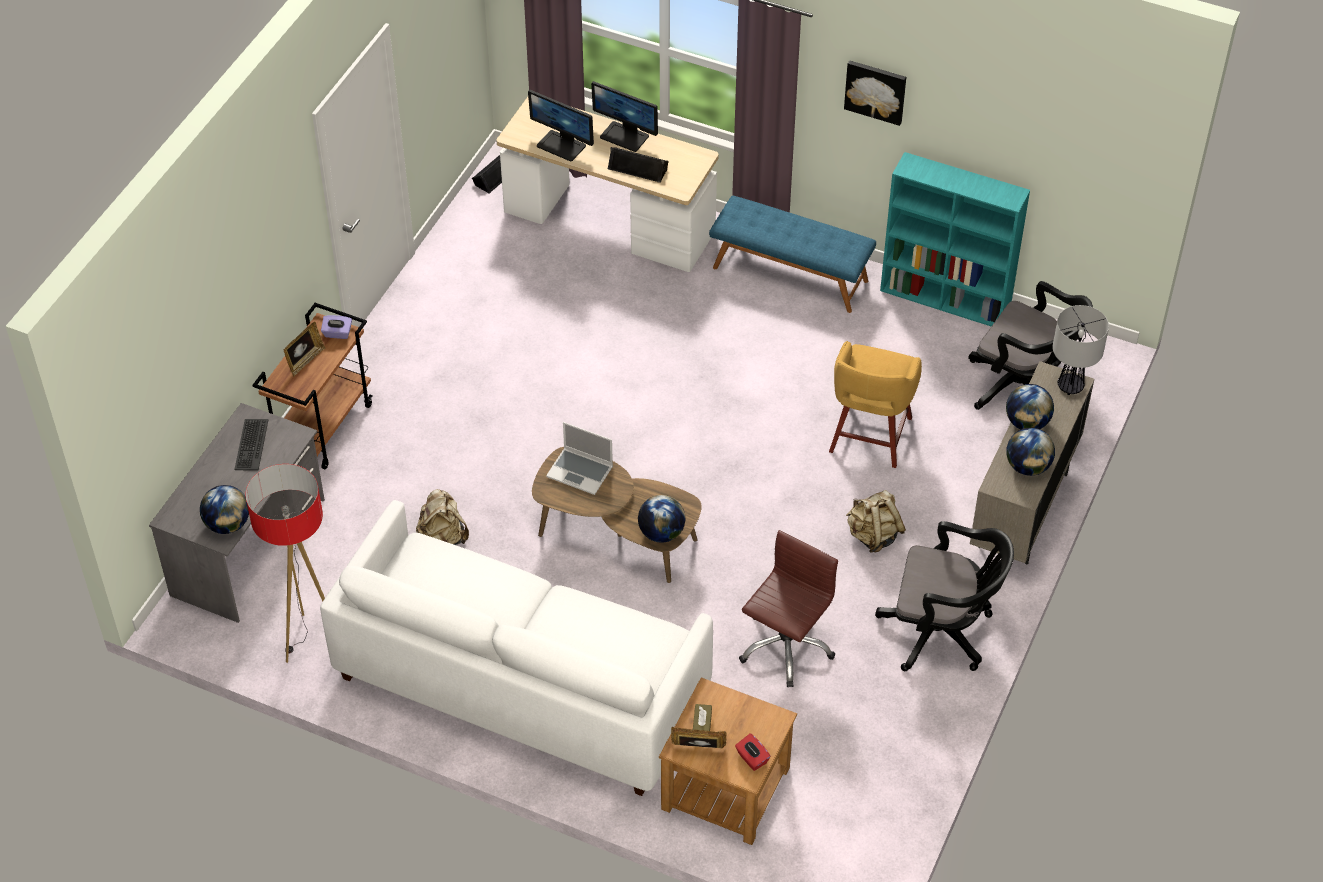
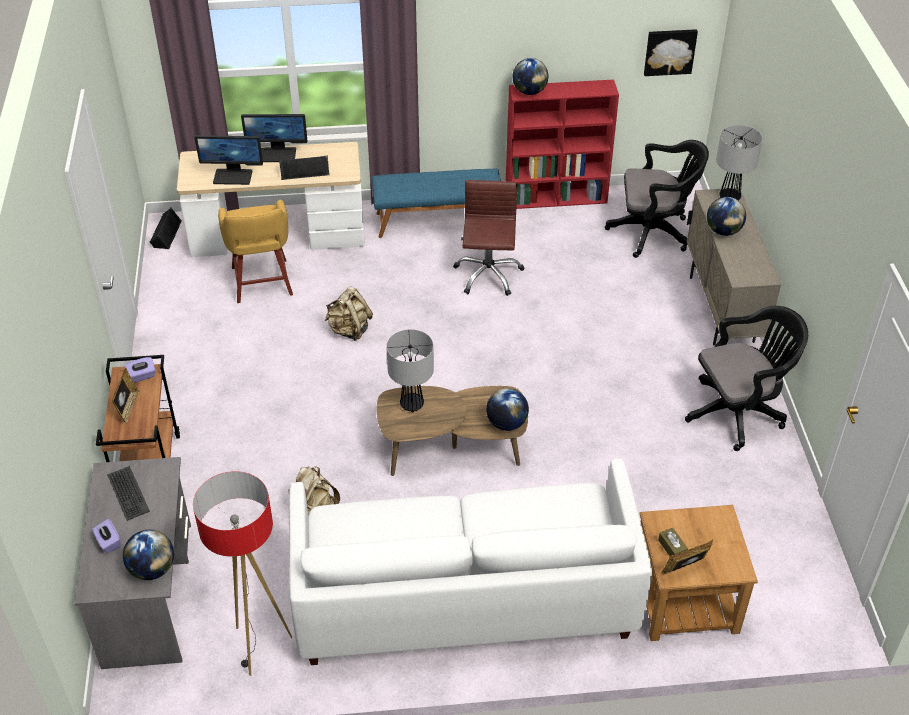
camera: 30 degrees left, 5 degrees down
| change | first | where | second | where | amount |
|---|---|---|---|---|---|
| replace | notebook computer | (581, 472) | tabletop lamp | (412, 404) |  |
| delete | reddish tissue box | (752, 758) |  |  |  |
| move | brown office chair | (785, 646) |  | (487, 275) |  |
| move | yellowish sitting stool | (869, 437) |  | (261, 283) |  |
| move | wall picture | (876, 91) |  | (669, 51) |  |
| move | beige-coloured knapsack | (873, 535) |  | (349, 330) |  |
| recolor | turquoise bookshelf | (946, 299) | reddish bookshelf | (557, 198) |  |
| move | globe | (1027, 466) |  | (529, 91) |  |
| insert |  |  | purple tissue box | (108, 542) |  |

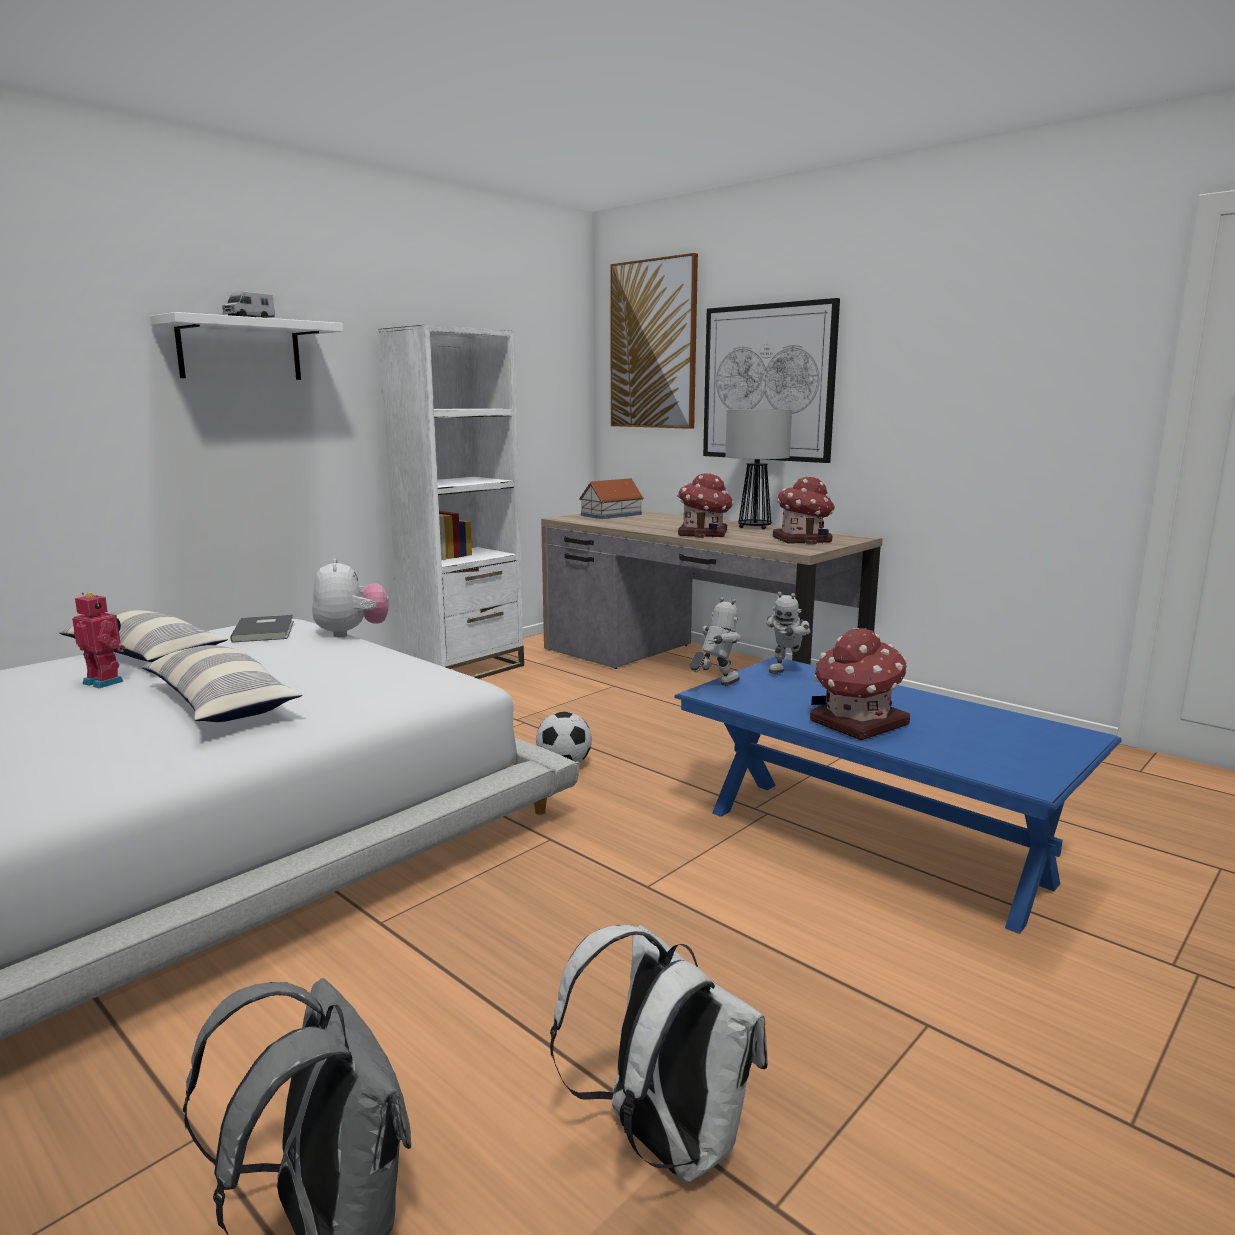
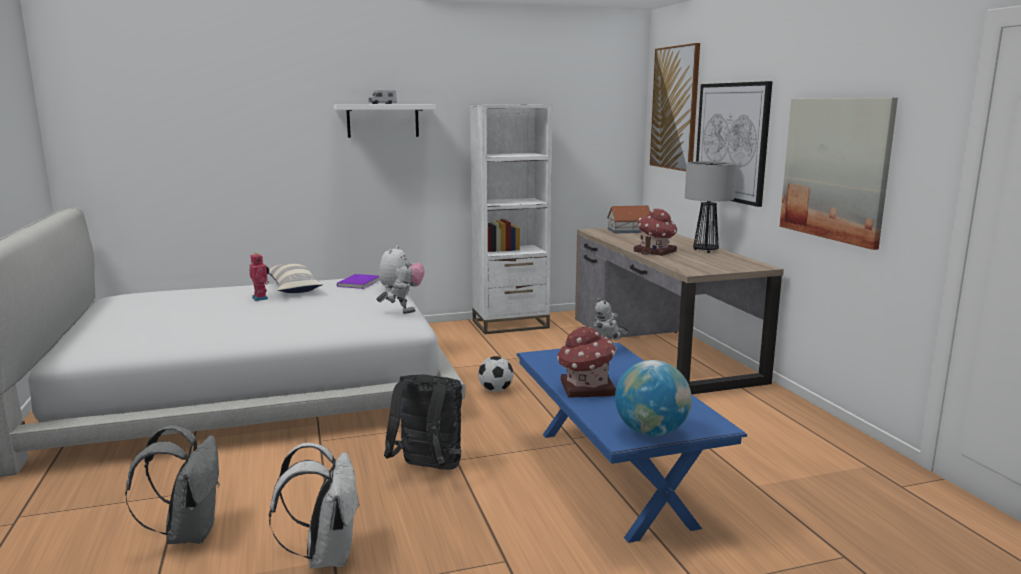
camera: 30 degrees right, 0 degrees up
| change | first | where | second | where | amount |
|---|---|---|---|---|---|
| delete | throw pillow | (219, 703) |  |  |  |
| recolor | greyish bound book | (266, 631) | purple bound book | (360, 283) |  |
| move | model robot | (714, 685) |  | (399, 312) |  |
| delete | toy house | (803, 540) |  |  |  |
| insert |  |  | blackish knapsack | (428, 469) |  |
| insert |  |  | globe | (651, 432) |  |
| insert |  |  | wall picture | (835, 169) |  |

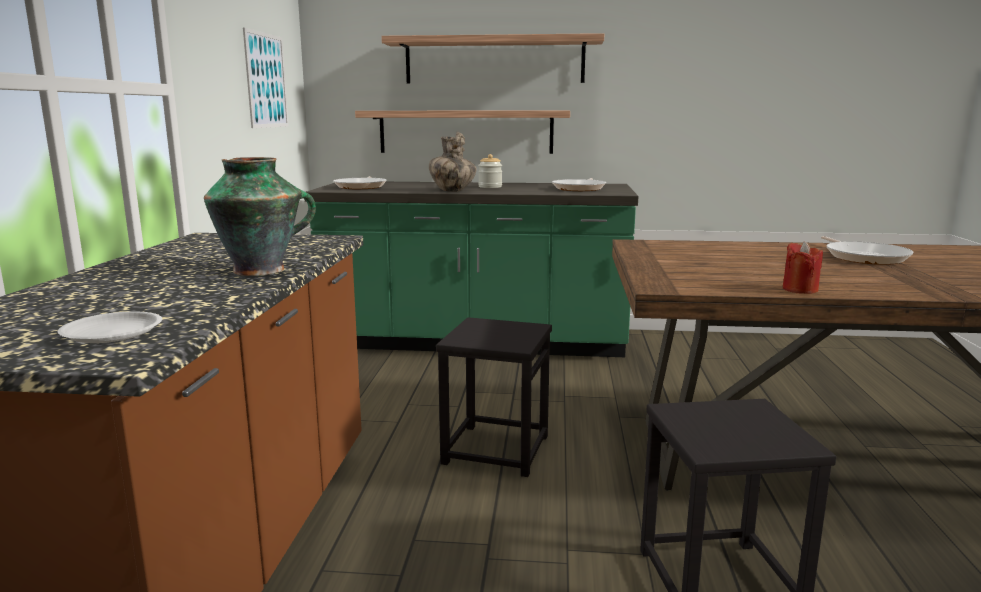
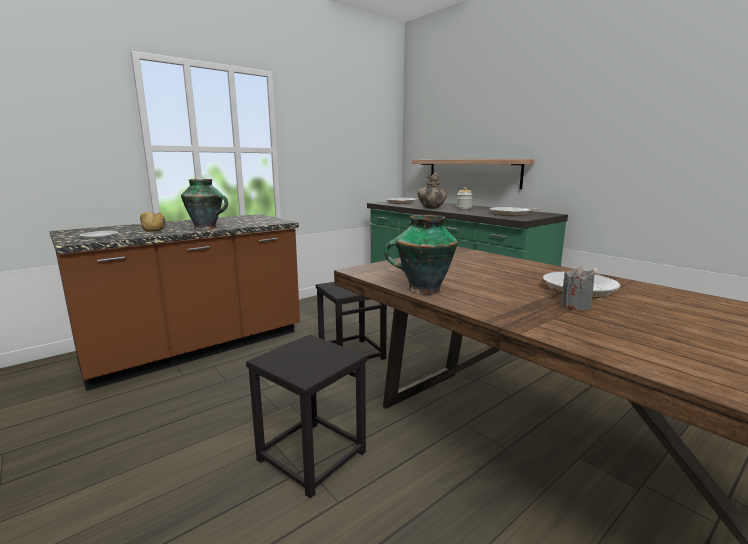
camera: 45 degrees right, 0 degrees up
| change | first | where | second | where | amount |
|---|---|---|---|---|---|
| delete | wall picture | (266, 80) |  |  |  |
| delete | wall shelf | (494, 60) |  |  |  |
| replace | reddish candle | (800, 289) | decorative vase | (422, 290) |  |
| insert |  |  | bakery bread | (152, 228) |  |
| insert |  |  | greyish candle | (575, 306) |  |

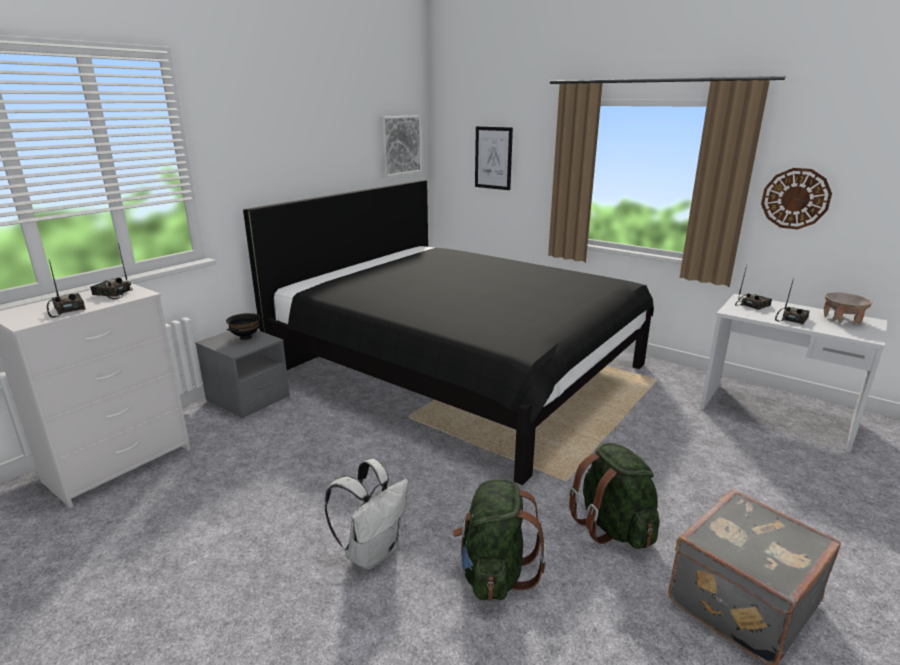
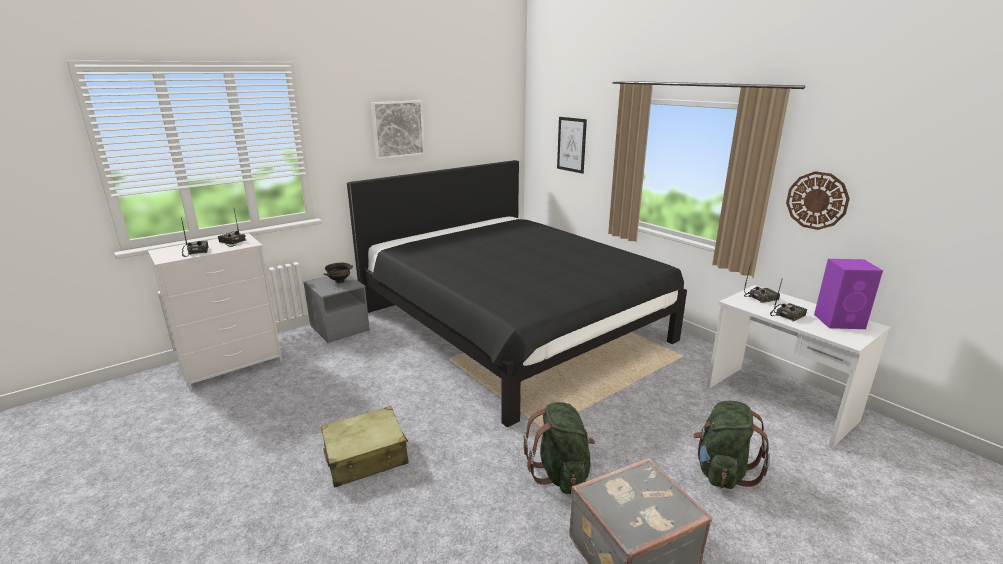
camera: 15 degrees right, 0 degrees up
| change | first | where | second | where | amount |
|---|---|---|---|---|---|
| replace | white-coloured knapsack | (372, 551) | beige-coloured travel case | (366, 457) |  |
| move | wall picture | (400, 145) |  | (398, 129) |  |
| move | green-coloured knapsack | (494, 573) |  | (722, 471) |  |
| replace | beige-coloured serving bowl | (842, 320) | purple audio speaker | (840, 321) |  |

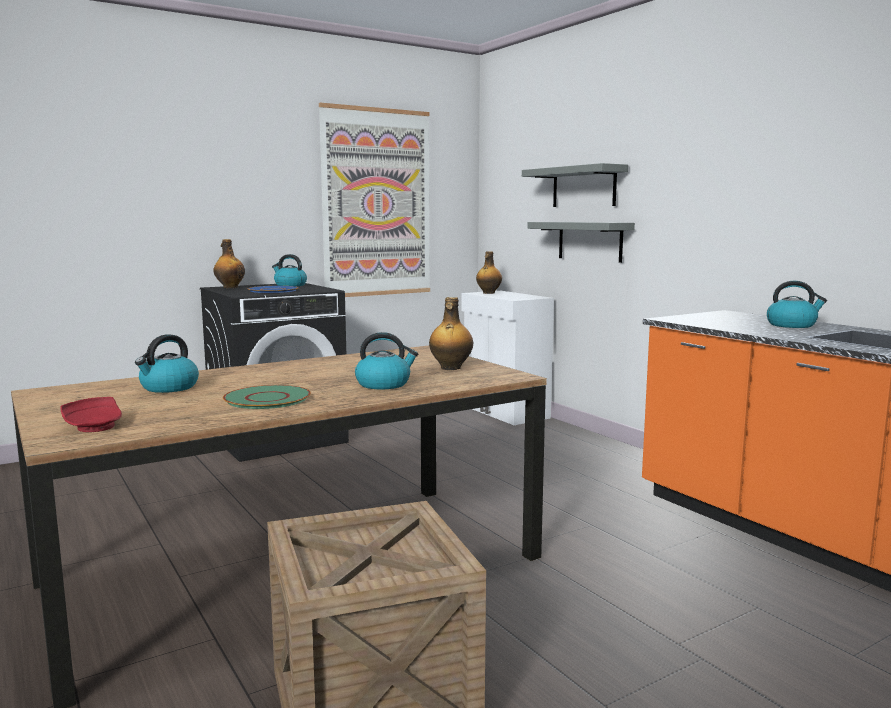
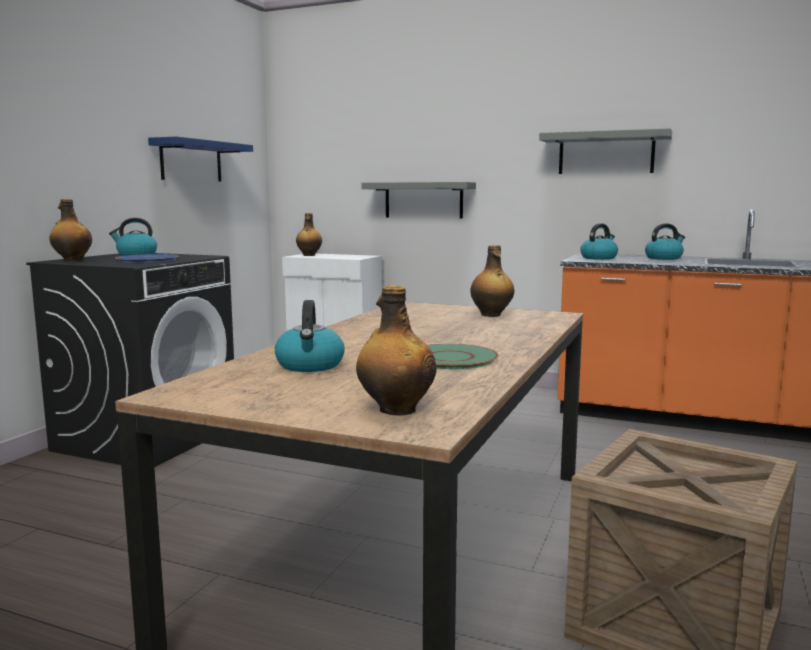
camera: 35 degrees left, 0 degrees up
| change | first | where | second | where | amount |
|---|---|---|---|---|---|
| replace | reddish dinner plate | (95, 426) | bottle | (396, 410) |  |
| replace | wall picture | (377, 203) | bluish wall shelf | (191, 161) |  |
| move | kettle | (384, 384) |  | (599, 258) |  |
| move | greyish wall shelf | (584, 187) |  | (606, 153) |  |

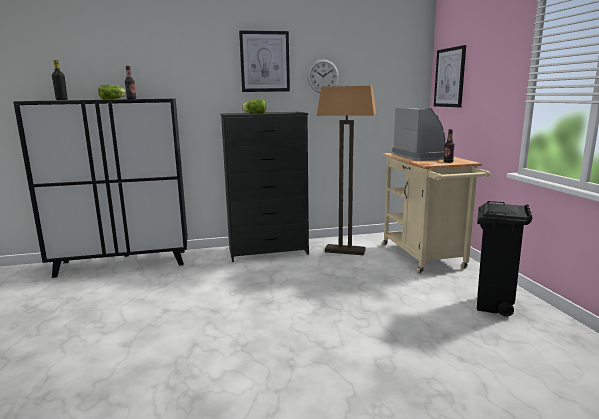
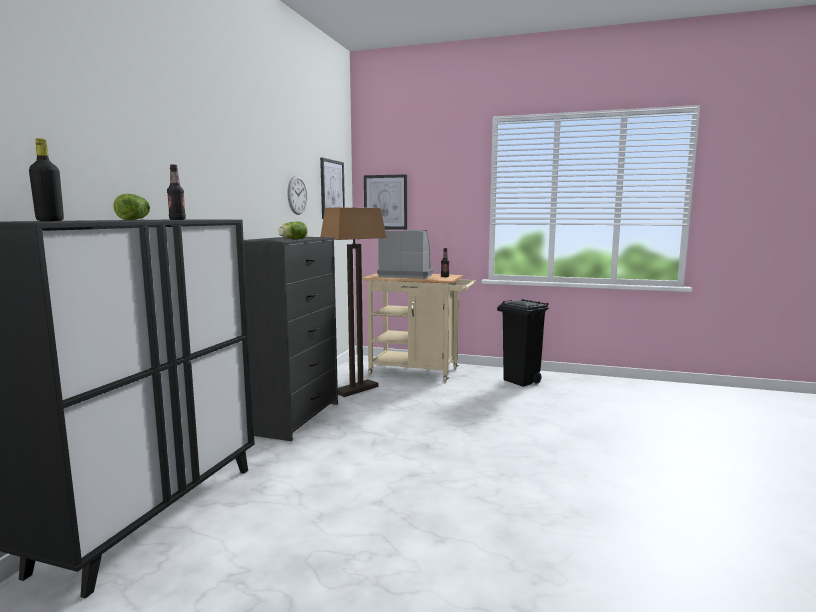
camera: 60 degrees left, 5 degrees down
| change | first | where | second | where | amount |
|---|---|---|---|---|---|
| move | wall picture | (265, 61) |  | (332, 189) |  |

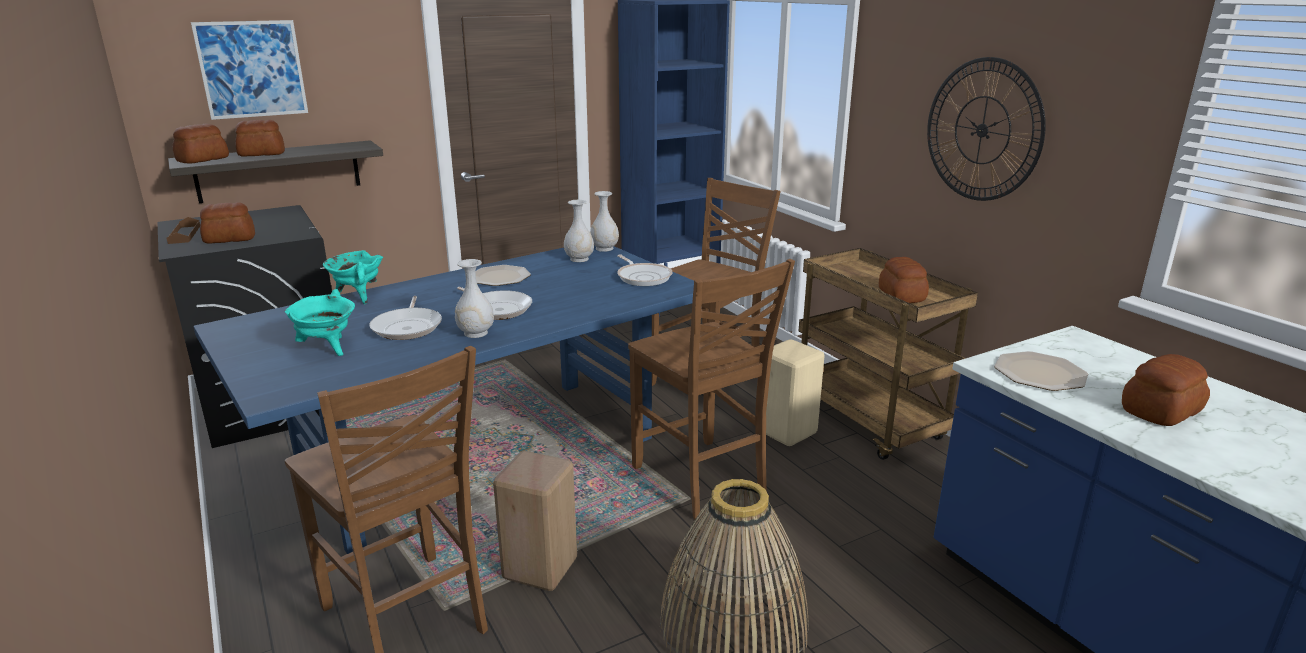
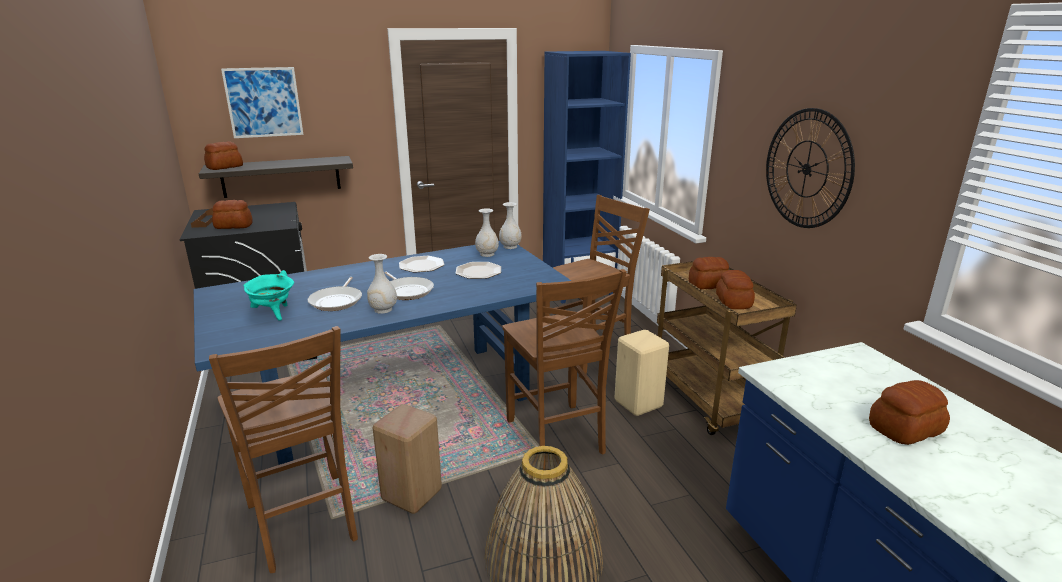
camera: 10 degrees right, 0 degrees up
| change | first | where | second | where | amount |
|---|---|---|---|---|---|
| move | bakery bread | (261, 153) |  | (707, 285) |  |
| delete | turquoise saucepot | (358, 296) |  |  |  |
| delete | frying pan | (643, 277) |  |  |  |
| move | dinner plate | (1040, 373) |  | (479, 271) |  |

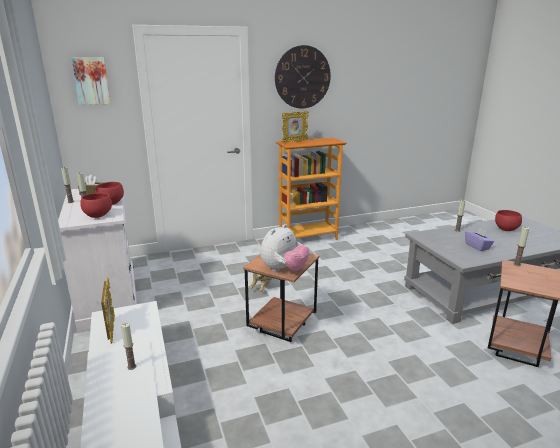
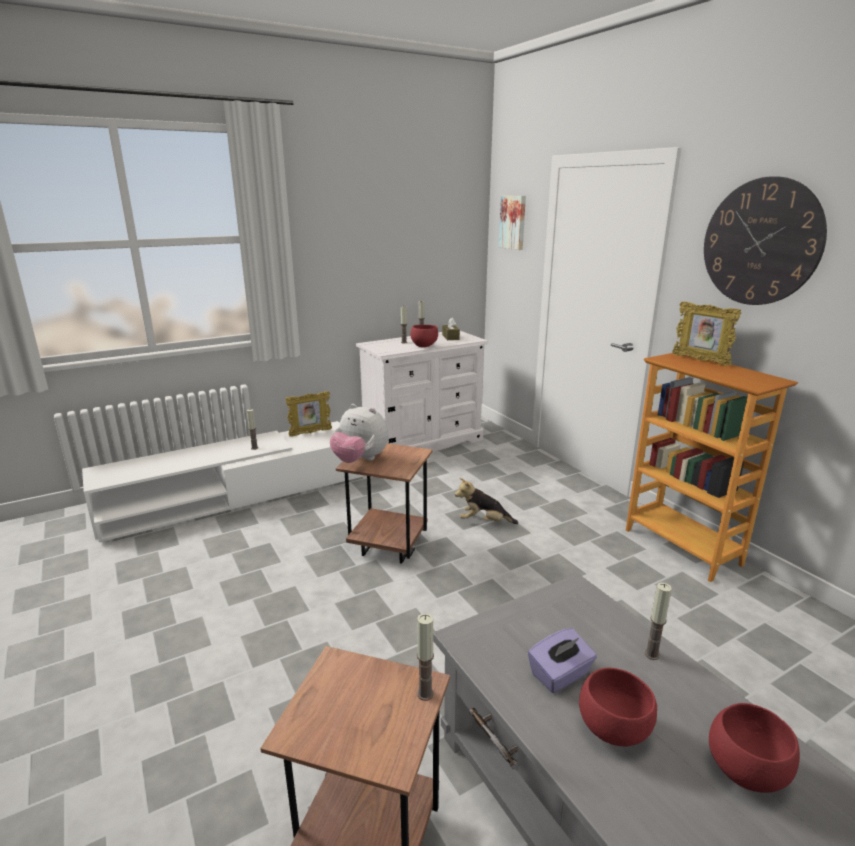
camera: 80 degrees right, 0 degrees up
| change | first | where | second | where | amount |
|---|---|---|---|---|---|
| move | reddish serving bowl | (98, 215) |  | (614, 729) |  |

